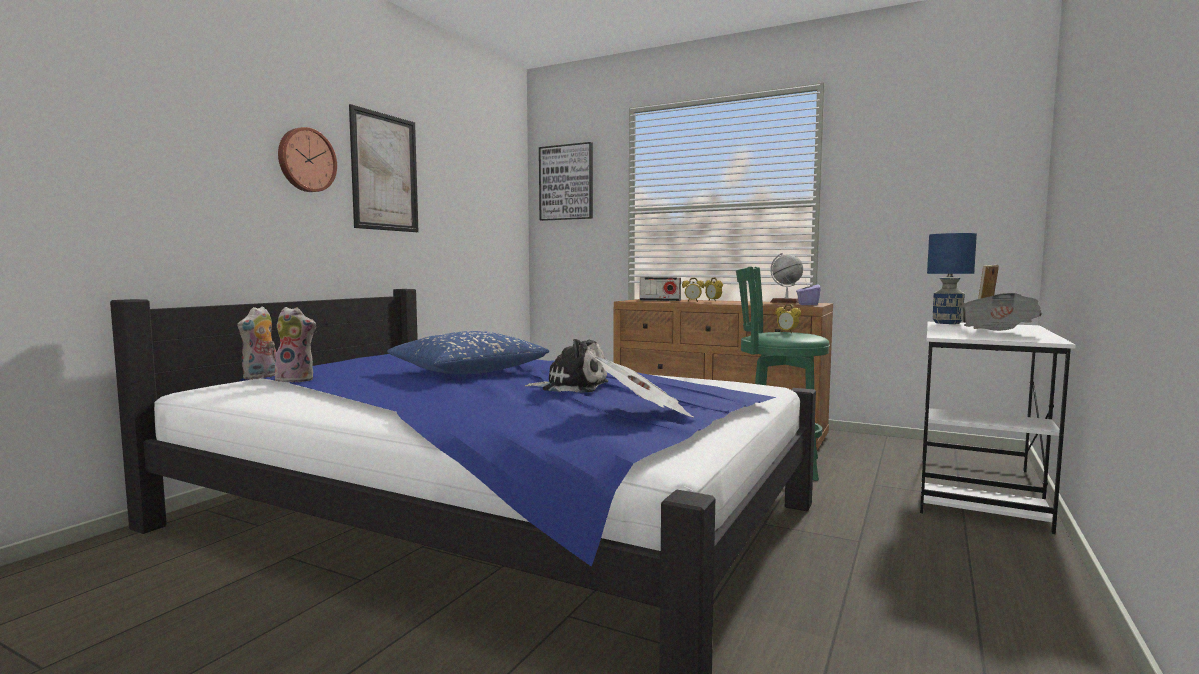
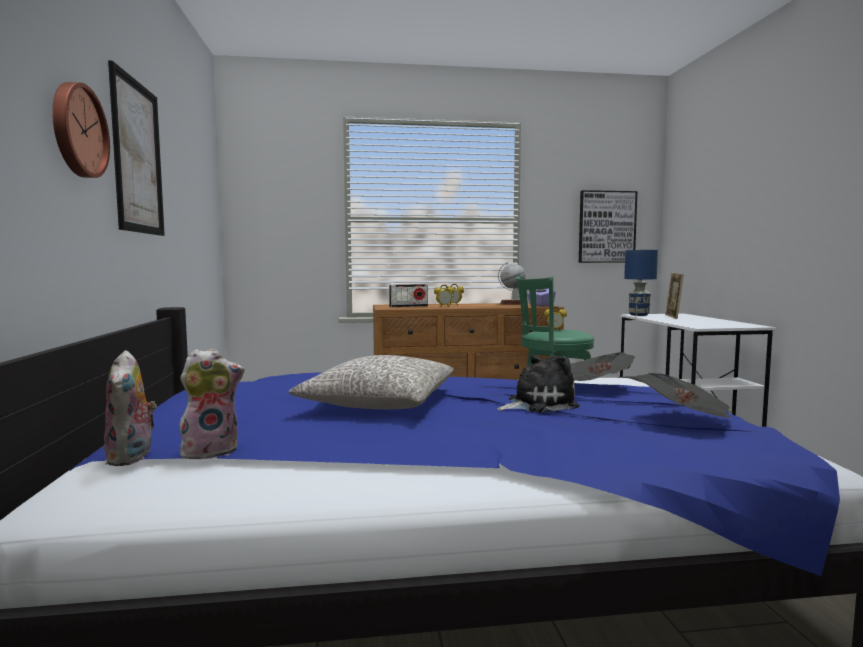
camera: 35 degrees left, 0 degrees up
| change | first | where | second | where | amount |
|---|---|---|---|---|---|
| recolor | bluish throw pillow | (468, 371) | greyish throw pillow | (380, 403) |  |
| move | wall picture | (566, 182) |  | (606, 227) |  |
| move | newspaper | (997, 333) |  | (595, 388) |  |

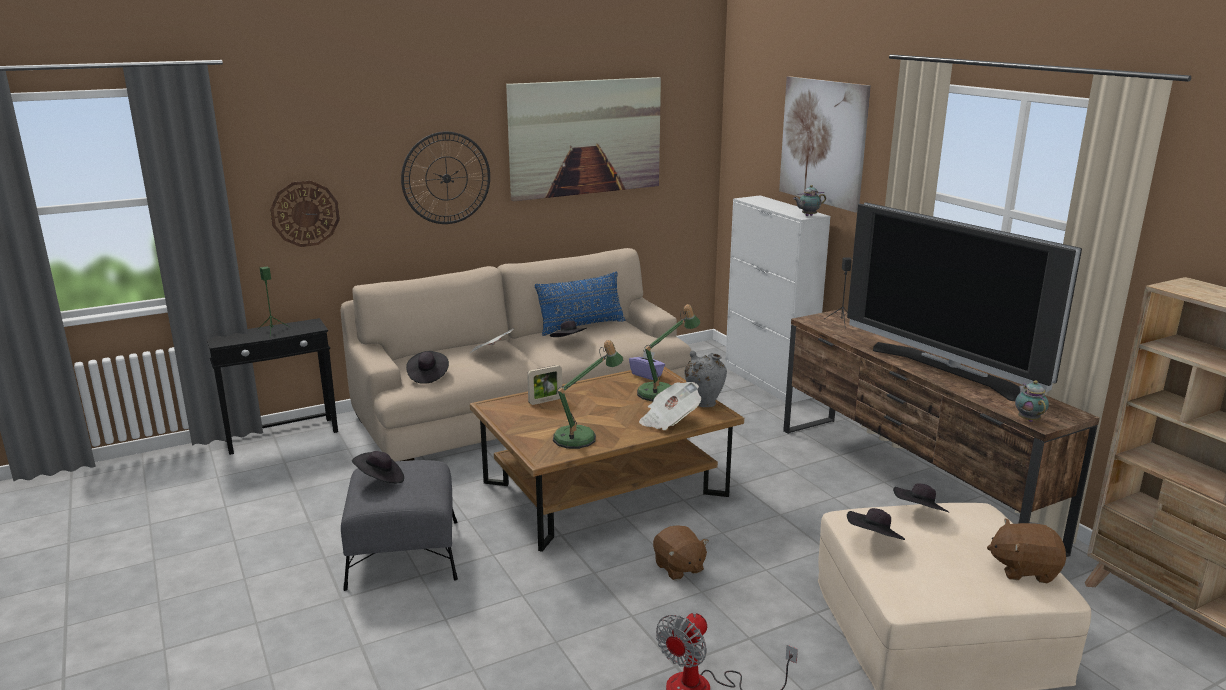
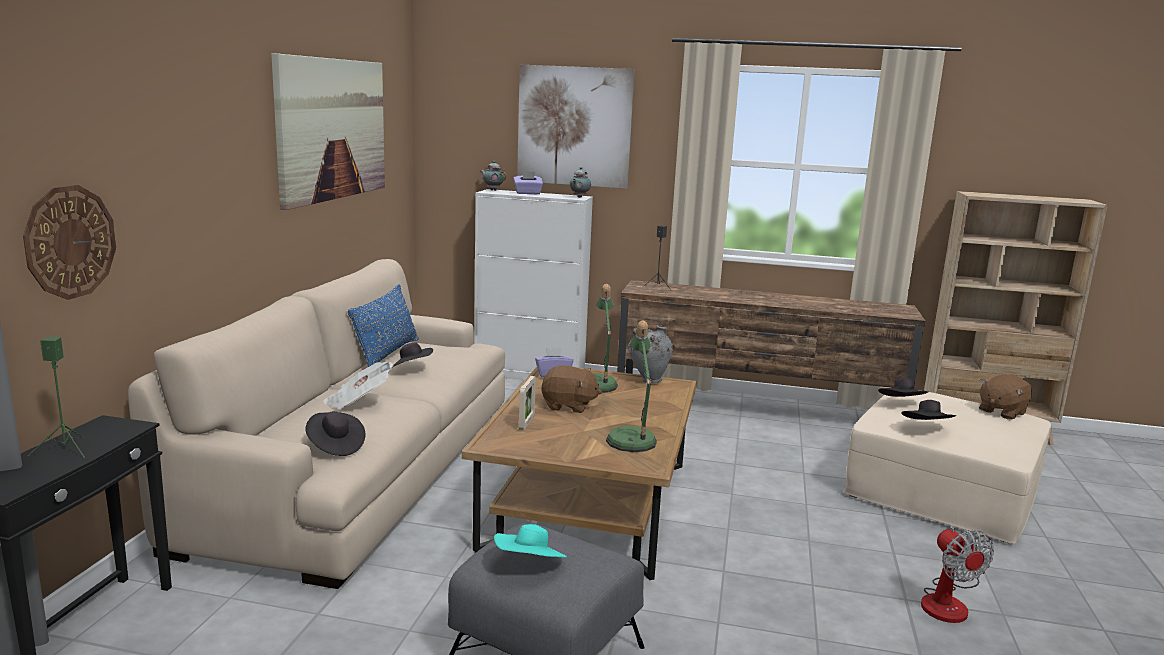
camera: 50 degrees left, 5 degrees down
| change | first | where | second | where | amount |
|---|---|---|---|---|---|
| recolor | blackish clothing hat | (380, 480) | turquoise clothing hat | (530, 565) |  |
| delete | hanging clock | (446, 178) |  |  |  |
| delete | newspaper | (669, 420) |  |  |  |
| move | brown soft toy | (678, 568) |  | (569, 406) |  |
| delete | TV | (947, 371) |  |  |  |
| move | teapot | (1028, 419) |  | (492, 190) |  |
| insert |  |  | purple tissue box | (528, 193) |  |

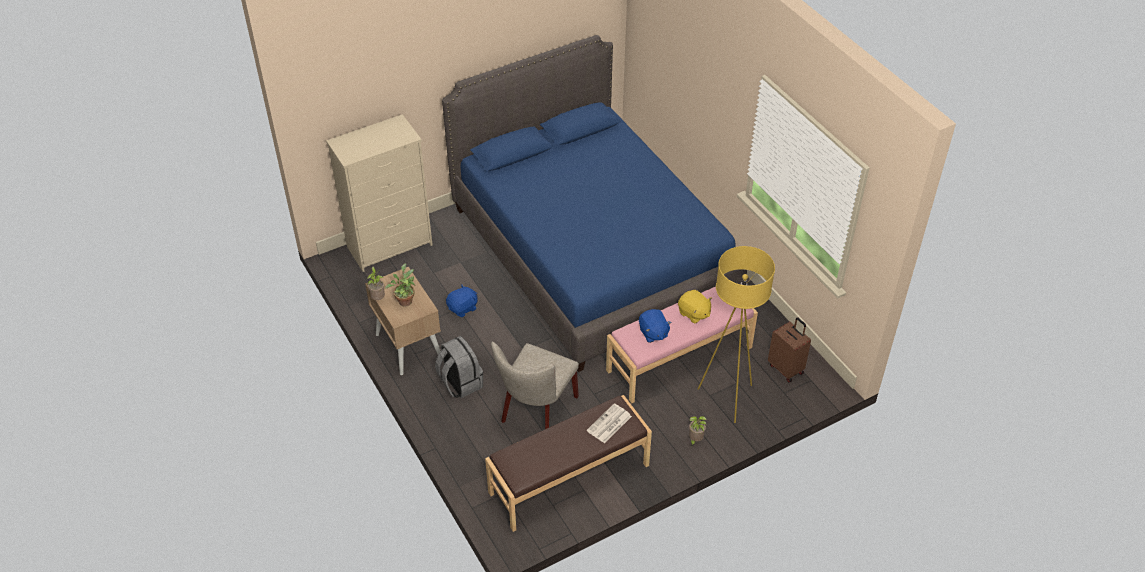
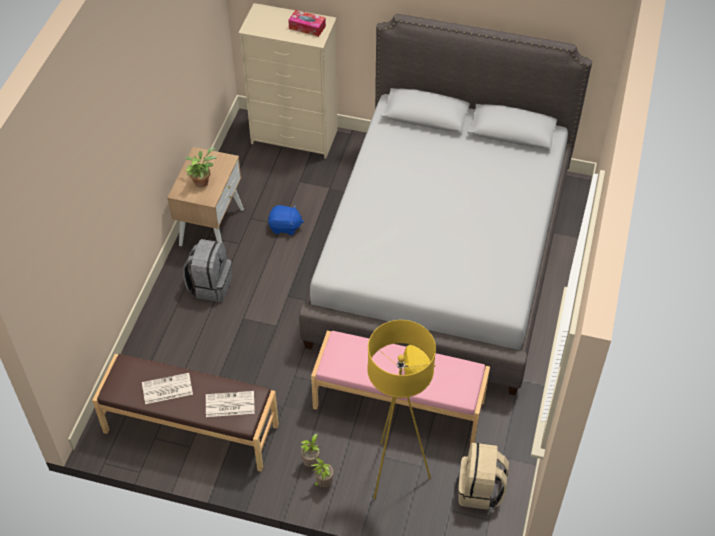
camera: 45 degrees right, 5 degrees up
| change | first | where | second | where | amount |
|---|---|---|---|---|---|
| move | plant in a pot | (378, 298) |  | (311, 462) |  |
| recolor | bluish bed | (592, 252) | greyish bed | (442, 256) |  |
| delete | beige-coloured plain chair | (536, 412) |  |  |  |
| delete | bluish soft toy | (653, 333) |  |  |  |
| replace | brown travel case | (786, 368) | beige-coloured knapsack | (480, 490) |  |
| insert |  |  | newspaper | (166, 389) |  |
| insert |  |  | tissue box | (307, 27) |  |

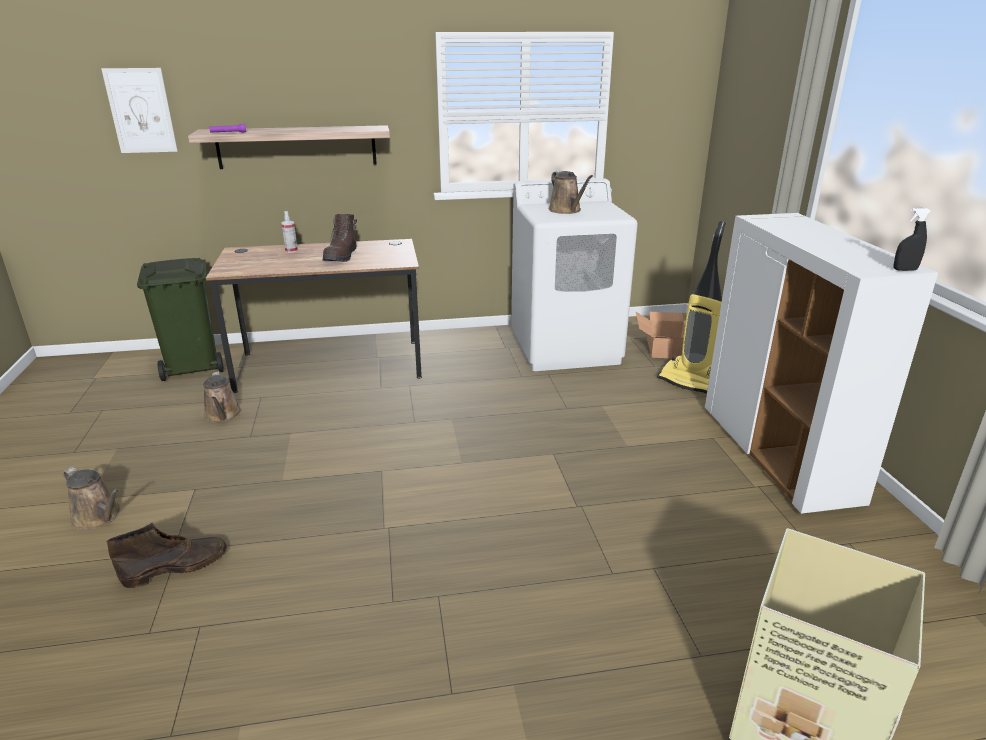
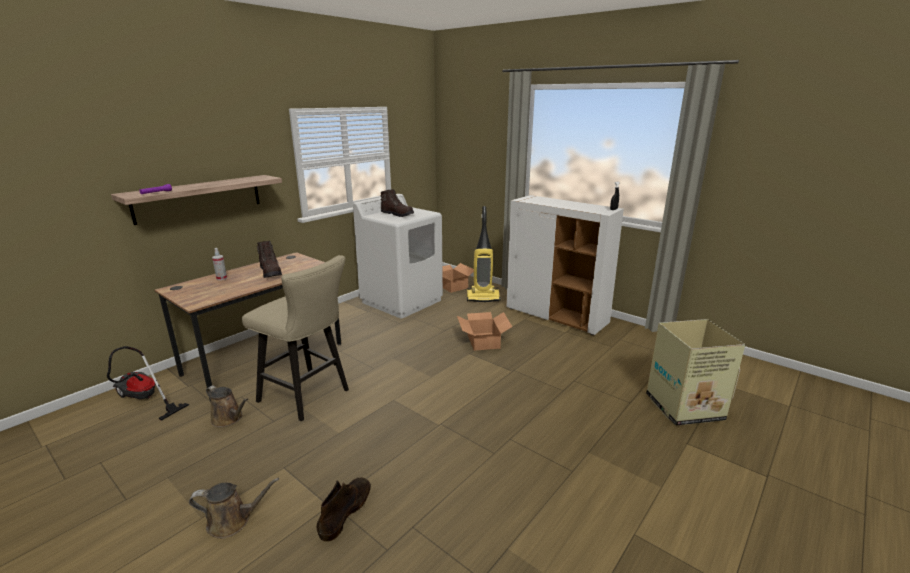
camera: 40 degrees left, 5 degrees down
| change | first | where | second | where | amount |
|---|---|---|---|---|---|
| delete | wall picture | (141, 111) |  |  |  |
| replace | green-coloured trash can | (194, 366) | vacuum cleaner | (143, 399) |  |
| replace | brown watering pot | (566, 210) | brown tall boot | (397, 214) |  |
| insert |  |  | beige-coloured sitting stool | (308, 397) |  |
| insert |  |  | packing box | (483, 341) |  |

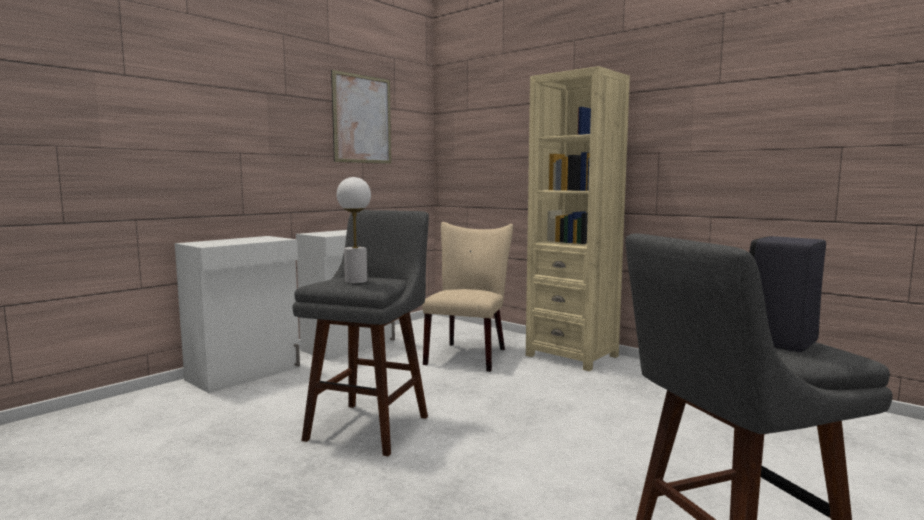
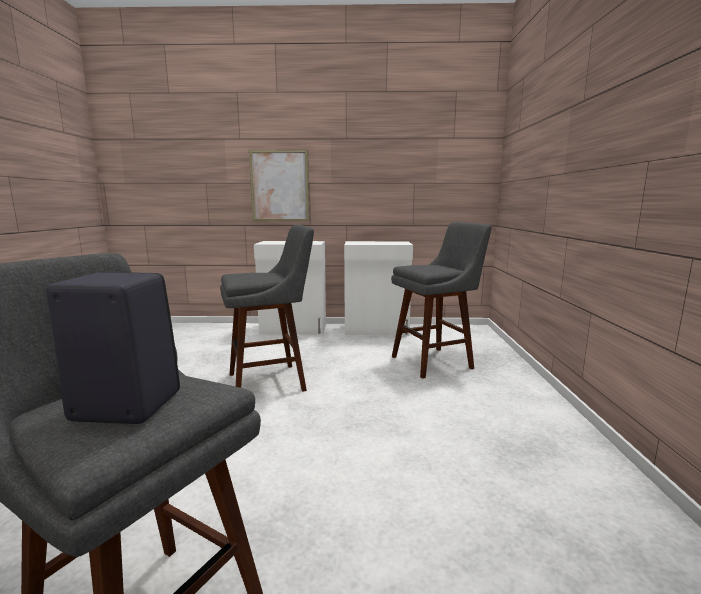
camera: 50 degrees right, 5 degrees up
| change | first | where | second | where | amount |
|---|---|---|---|---|---|
| move | wall picture | (362, 119) |  | (279, 186) |  |
| delete | white-coloured tabletop lamp | (356, 281) |  |  |  |
| replace | beige-coloured plain chair | (468, 354) | greyish sitting stool | (435, 362) |  |
| delete | beige-coloured bookshelf | (572, 356) |  |  |  |

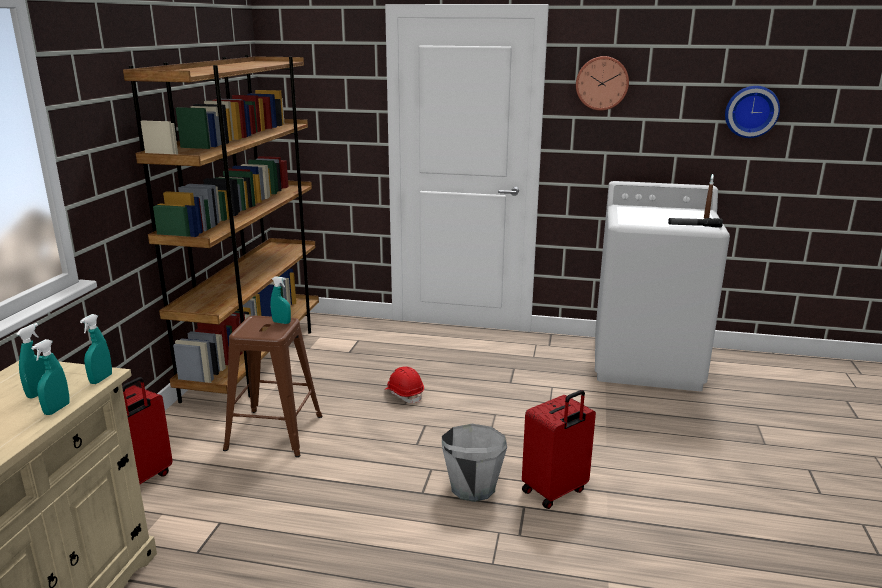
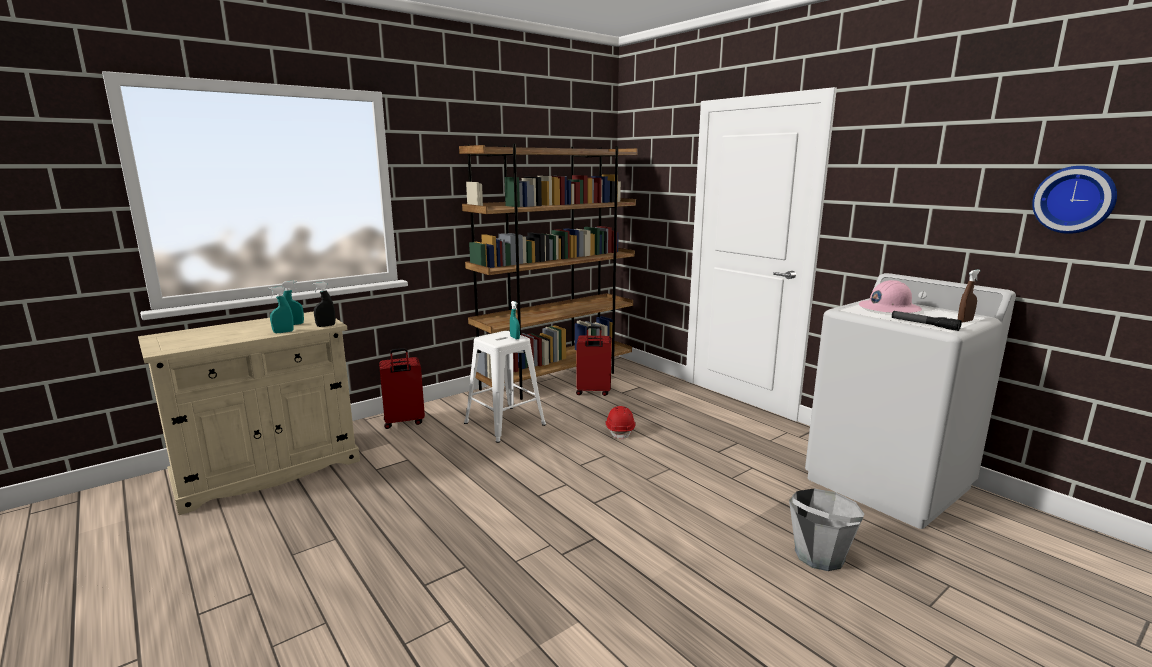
camera: 40 degrees right, 5 degrees down
| change | first | where | second | where | amount |
|---|---|---|---|---|---|
| recolor | turquoise spray bottle | (101, 379) | blackish spray bottle | (326, 326) |  |
| recolor | brown sitting stool | (275, 433) | white-coloured sitting stool | (504, 424) |  |
| move | greyish bucket | (472, 487) |  | (819, 555) |  |
| move | reddish travel case | (555, 491) |  | (593, 392) |  |
| delete | hanging clock | (602, 83) |  |  |  |
| insert |  |  | pinkish hard hat | (888, 308) |  |

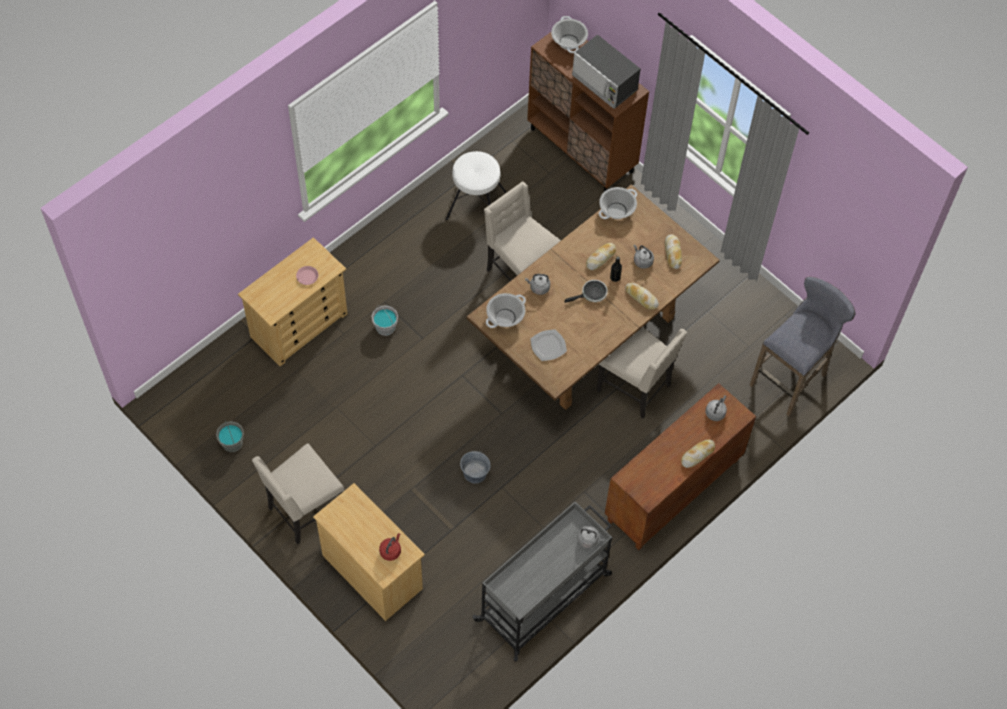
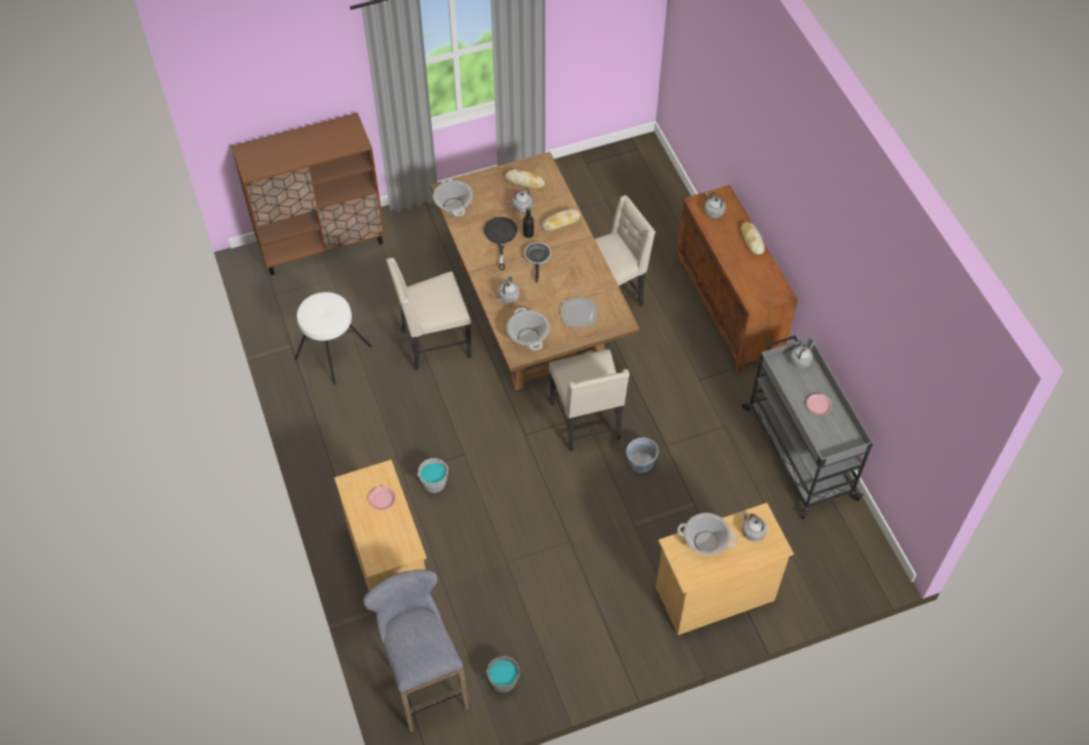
camera: 65 degrees left, 5 degrees down
| change | first | where | second | where | amount |
|---|---|---|---|---|---|
| move | beige-coloured plain chair | (305, 511) |  | (587, 422) |  |
| recolor | reddish kettle | (391, 551) | greyish kettle | (752, 531) |  |
| move | saucepot | (568, 42) |  | (705, 542) |  |
| delete | kitchen microwave | (605, 83) |  |  |  |
| replace | bakery bread | (600, 258) | blackish frying pan | (500, 237) |  |
| move | greyish sitting stool | (791, 378) |  | (423, 681) |  |
| insert |  |  | pinkish dinner plate | (818, 405) |  |

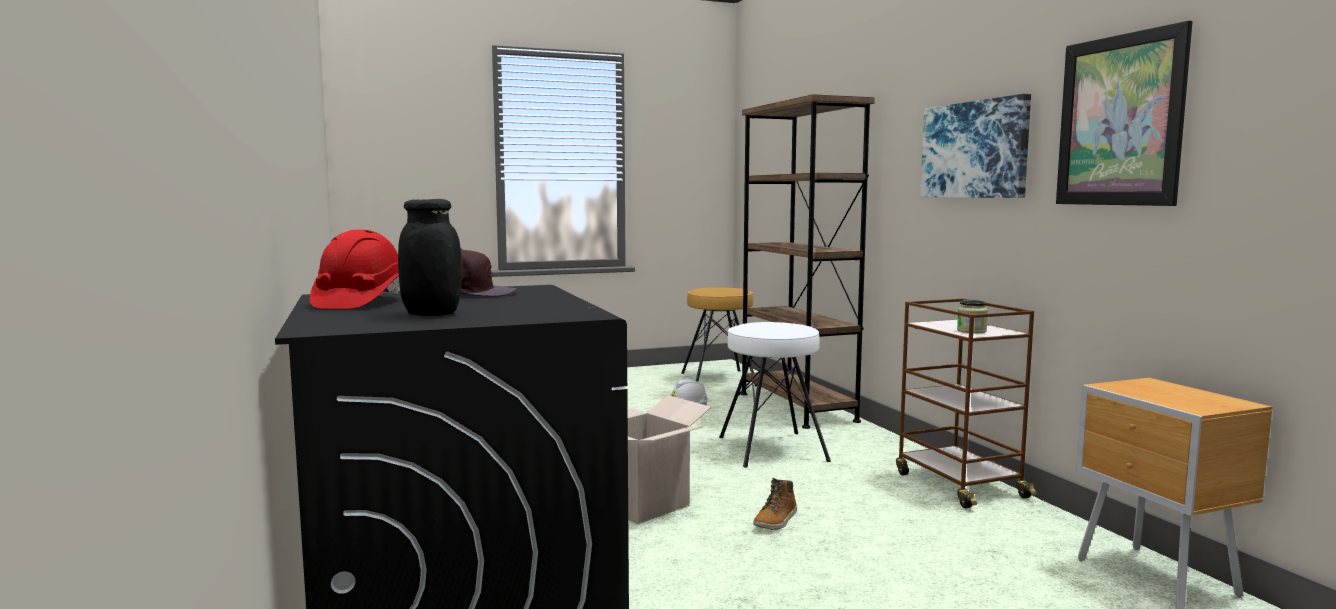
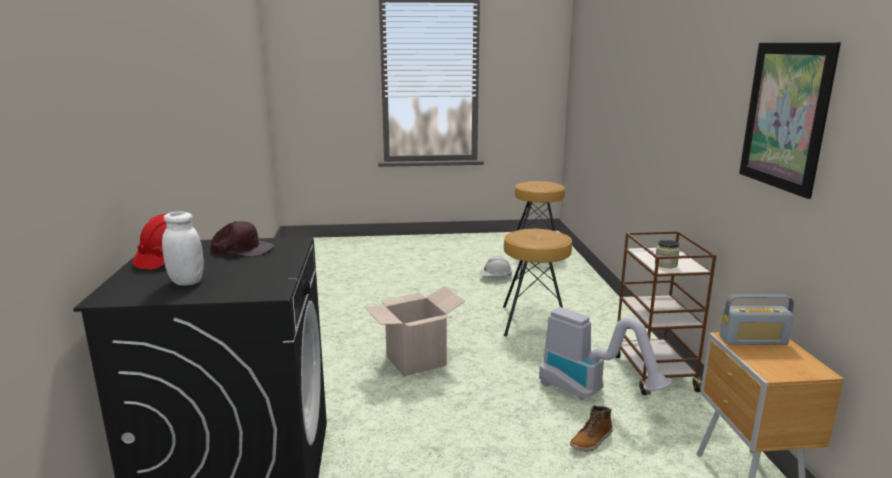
camera: 15 degrees right, 10 degrees up
| change | first | where | second | where | amount |
|---|---|---|---|---|---|
| recolor | blackish preserve jar | (431, 314) | white-coloured preserve jar | (186, 282) |  |
| recolor | white-coloured sitting stool | (771, 449) | brown sitting stool | (534, 321) |  |
| delete | brown bookshelf | (796, 407) |  |  |  |
| move | tall boot | (776, 521) |  | (592, 440) |  |
| delete | wall picture | (975, 150) |  |  |  |
| insert |  |  | vacuum cleaner | (591, 393) |  |
| insert |  |  | radio set | (753, 340) |  |

